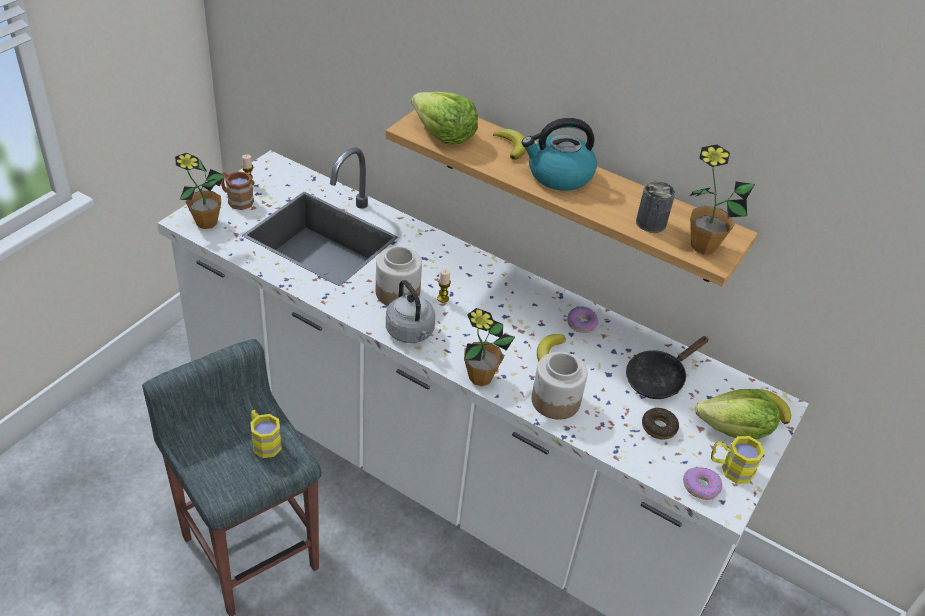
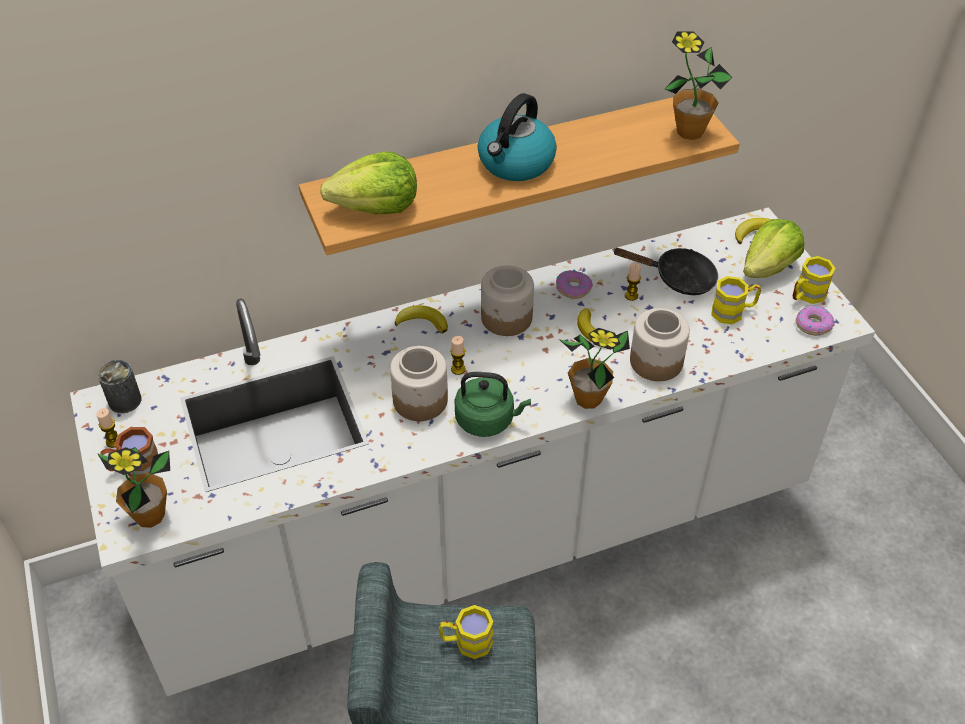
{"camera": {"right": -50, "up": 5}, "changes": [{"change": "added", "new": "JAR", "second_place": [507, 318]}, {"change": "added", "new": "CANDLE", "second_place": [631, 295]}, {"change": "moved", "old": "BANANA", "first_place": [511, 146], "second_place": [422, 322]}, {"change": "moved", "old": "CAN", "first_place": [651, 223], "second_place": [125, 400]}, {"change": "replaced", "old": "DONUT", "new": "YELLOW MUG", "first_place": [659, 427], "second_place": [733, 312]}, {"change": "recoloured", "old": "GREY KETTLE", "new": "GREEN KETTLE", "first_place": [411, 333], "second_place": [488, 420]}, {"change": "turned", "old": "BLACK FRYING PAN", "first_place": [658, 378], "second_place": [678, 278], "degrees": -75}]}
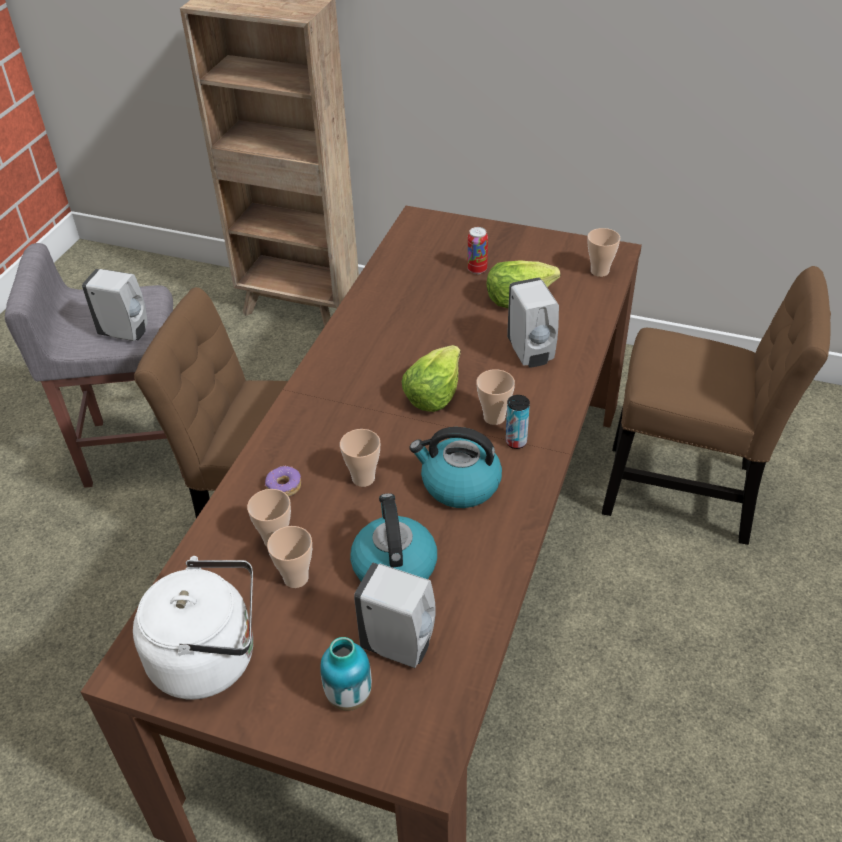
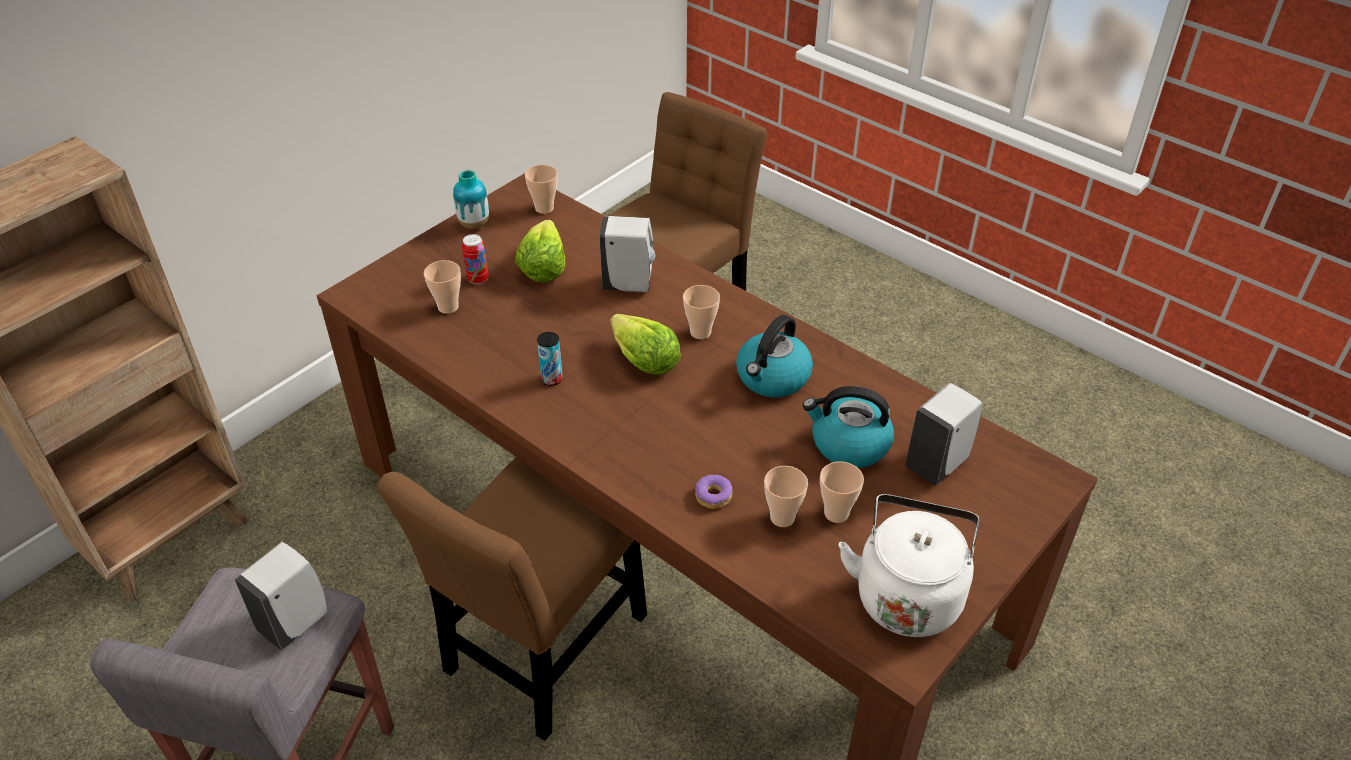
{"camera": {"right": -70, "up": 0}, "changes": [{"change": "moved", "old": "VASE", "first_place": [349, 696], "second_place": [474, 224]}, {"change": "moved", "old": "CUP", "first_place": [363, 478], "second_place": [448, 307]}, {"change": "moved", "old": "CAN", "first_place": [516, 442], "second_place": [552, 379]}]}
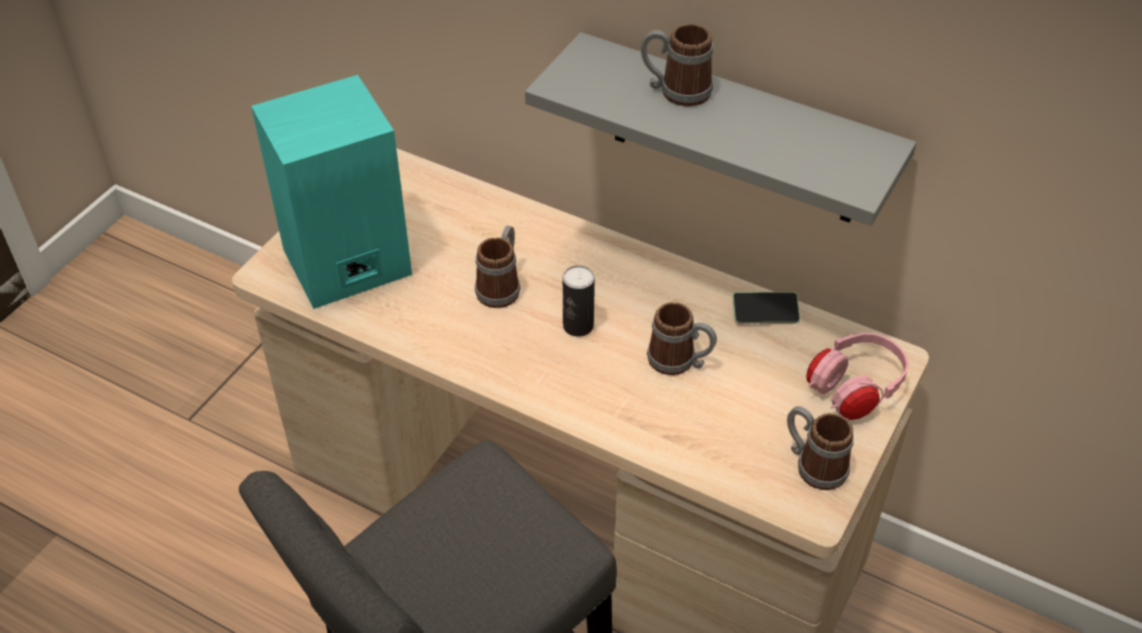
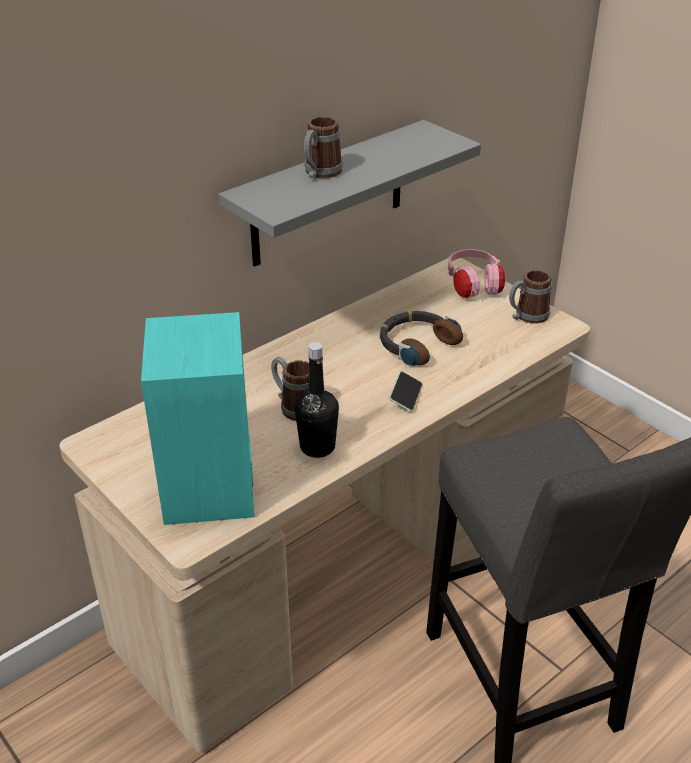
{"camera": {"right": -70, "up": -10}, "changes": [{"change": "removed", "old": "CAN", "first_place": [578, 325]}, {"change": "added", "new": "BLACK BOTTLE", "second_place": [317, 447]}, {"change": "moved", "old": "PHONE", "first_place": [765, 314], "second_place": [405, 397]}, {"change": "replaced", "old": "MUG", "new": "HEADPHONES", "first_place": [680, 361], "second_place": [416, 344]}]}
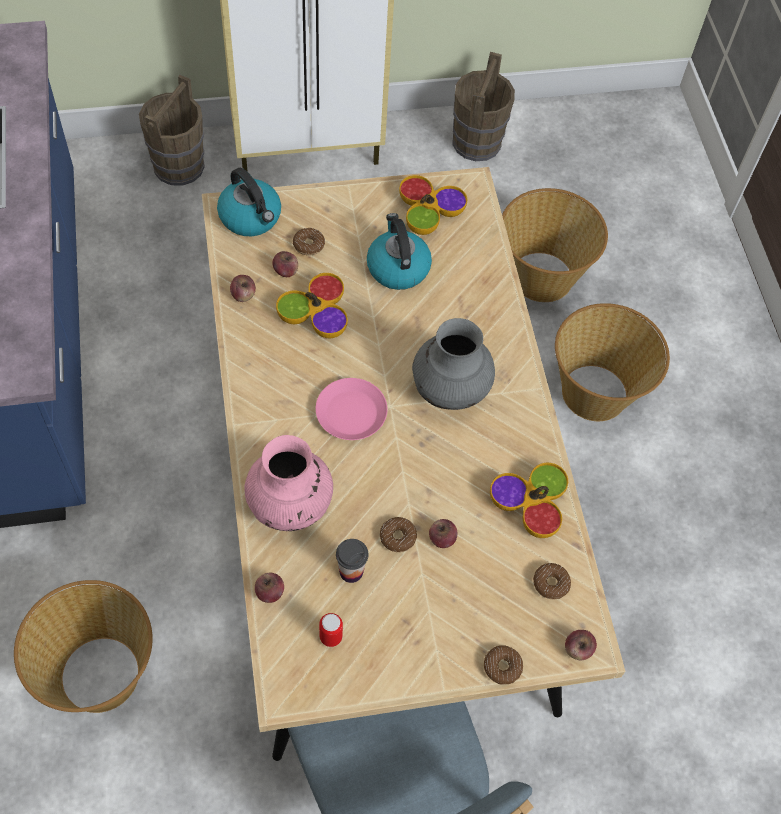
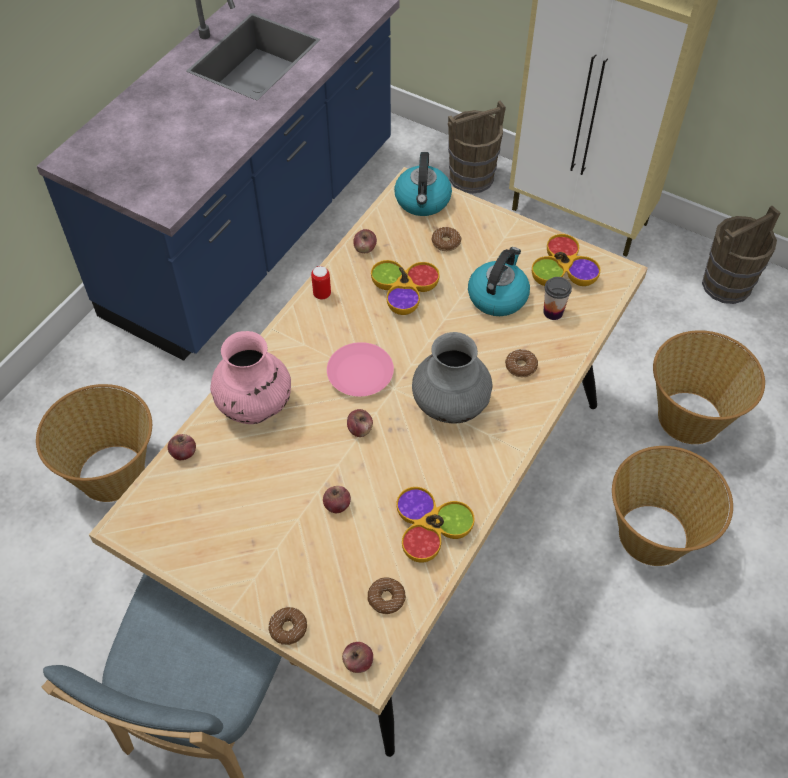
{"camera": {"right": 45, "up": -5}, "changes": [{"change": "moved", "old": "APPLE", "first_place": [285, 271], "second_place": [360, 429]}, {"change": "moved", "old": "CAN", "first_place": [330, 637], "second_place": [322, 294]}, {"change": "moved", "old": "CUP", "first_place": [351, 571], "second_place": [553, 312]}, {"change": "moved", "old": "DONUT", "first_place": [398, 537], "second_place": [521, 366]}]}
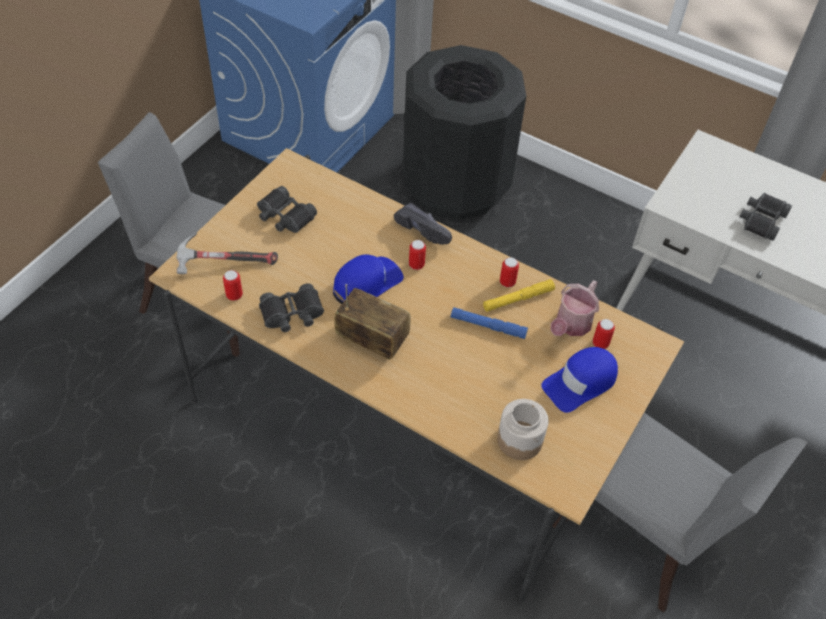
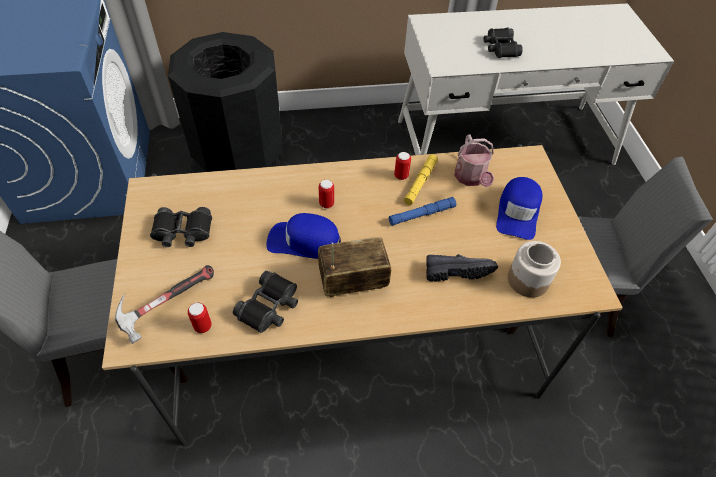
{"camera": {"right": -40, "up": 0}, "changes": [{"change": "removed", "old": "CAN", "first_place": [600, 343]}, {"change": "moved", "old": "BLACK SHOE", "first_place": [425, 229], "second_place": [456, 271]}, {"change": "turned", "old": "BLUE CAP", "first_place": [367, 283], "second_place": [303, 241], "degrees": -90}]}
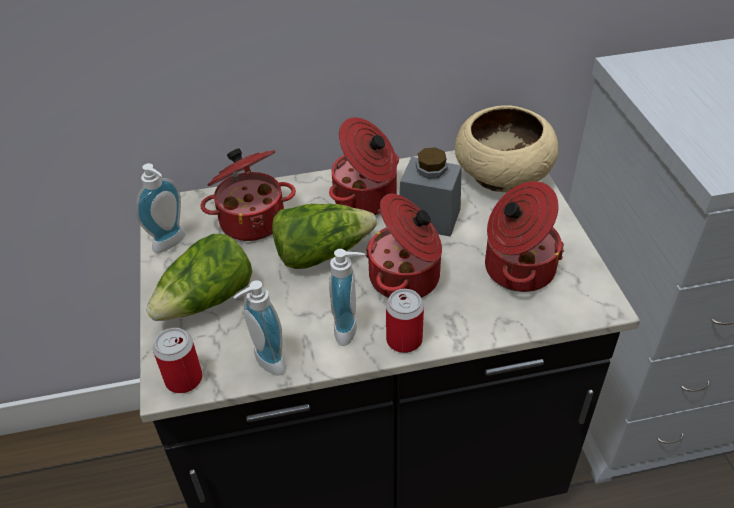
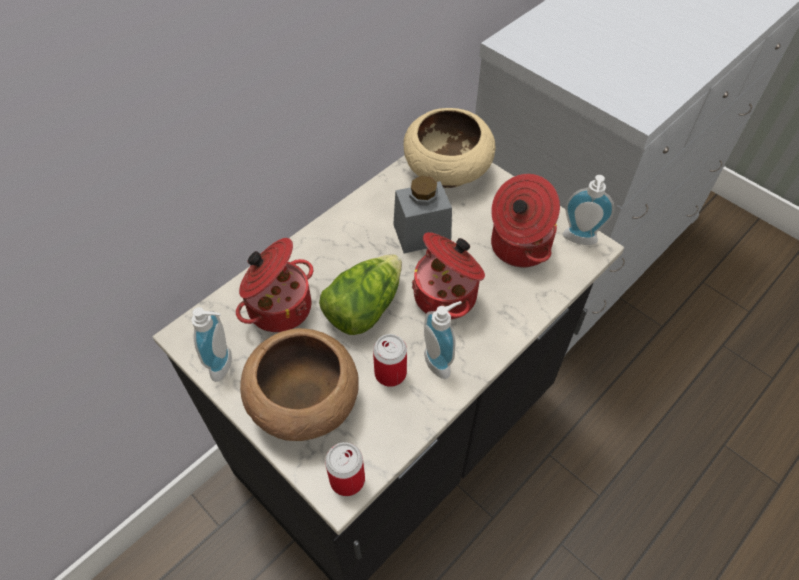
{"camera": {"right": -35, "up": 10}, "changes": [{"change": "removed", "old": "COOKING POT", "first_place": [366, 198]}, {"change": "moved", "old": "SOAP DISPENSER", "first_place": [265, 363], "second_place": [579, 241]}, {"change": "moved", "old": "CAN", "first_place": [404, 340], "second_place": [390, 373]}, {"change": "replaced", "old": "LETTUCE", "new": "BROWN BOWL", "first_place": [207, 301], "second_place": [305, 401]}]}
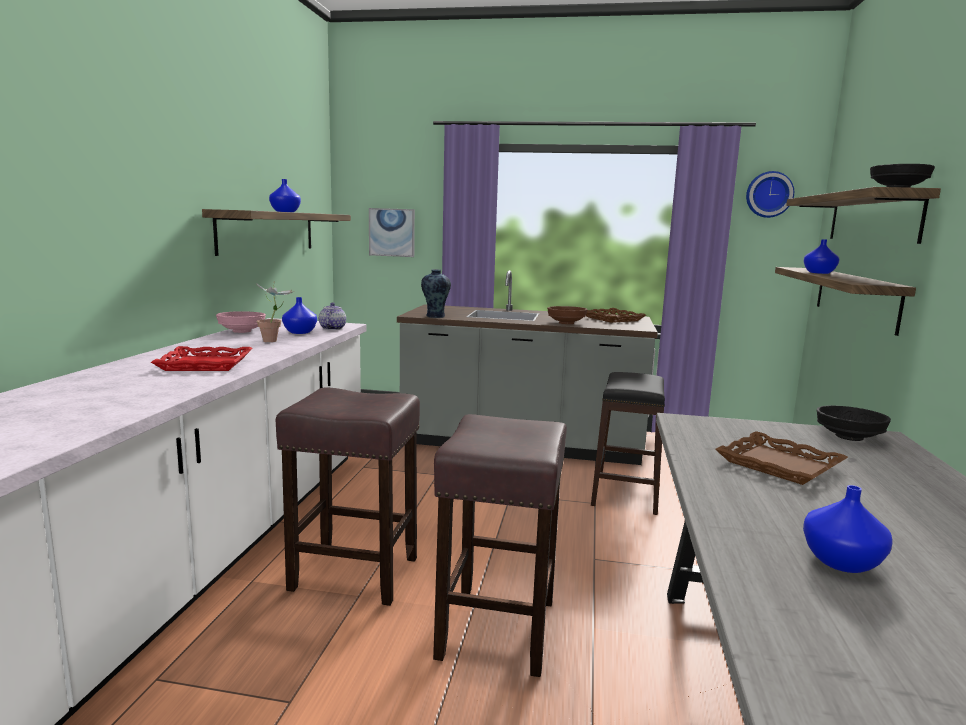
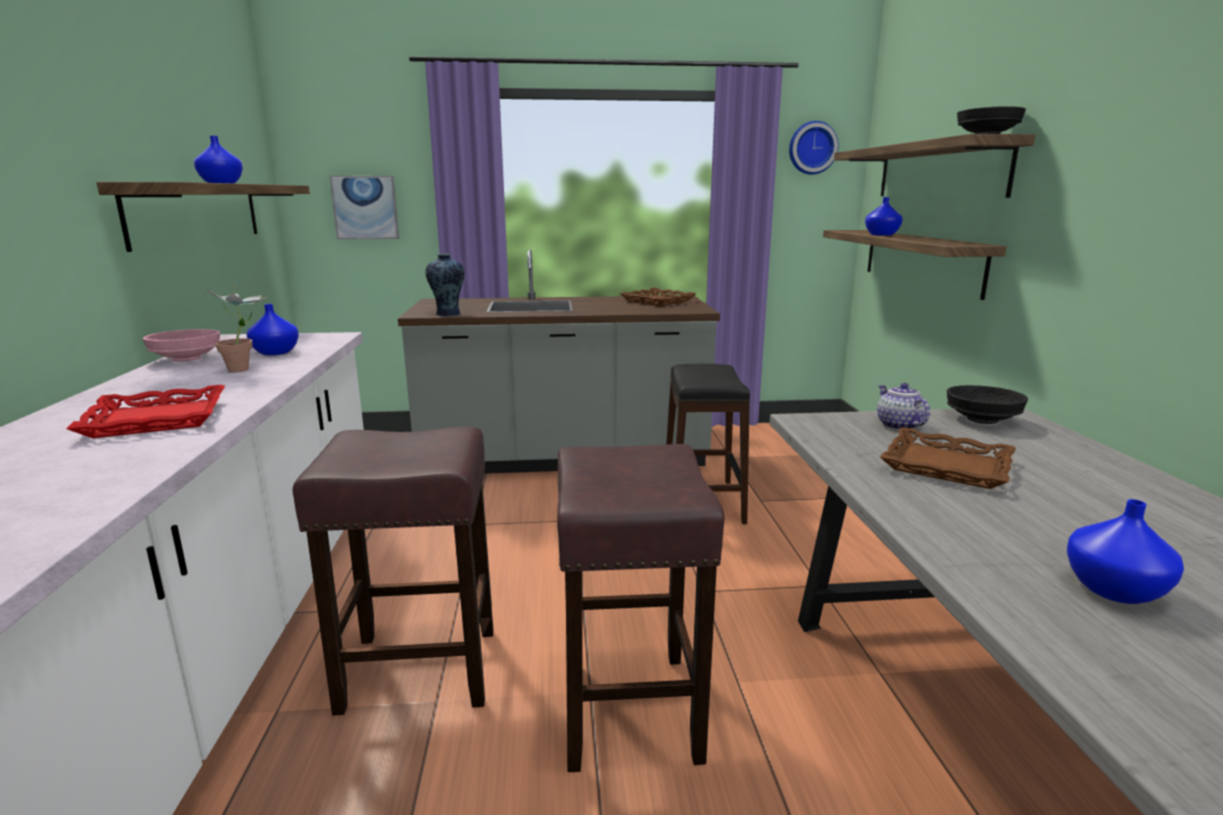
{"camera": {"right": -15, "up": 5}, "changes": [{"change": "removed", "old": "BROWN BOWL", "first_place": [567, 323]}, {"change": "moved", "old": "TEAPOT", "first_place": [332, 328], "second_place": [897, 425]}]}
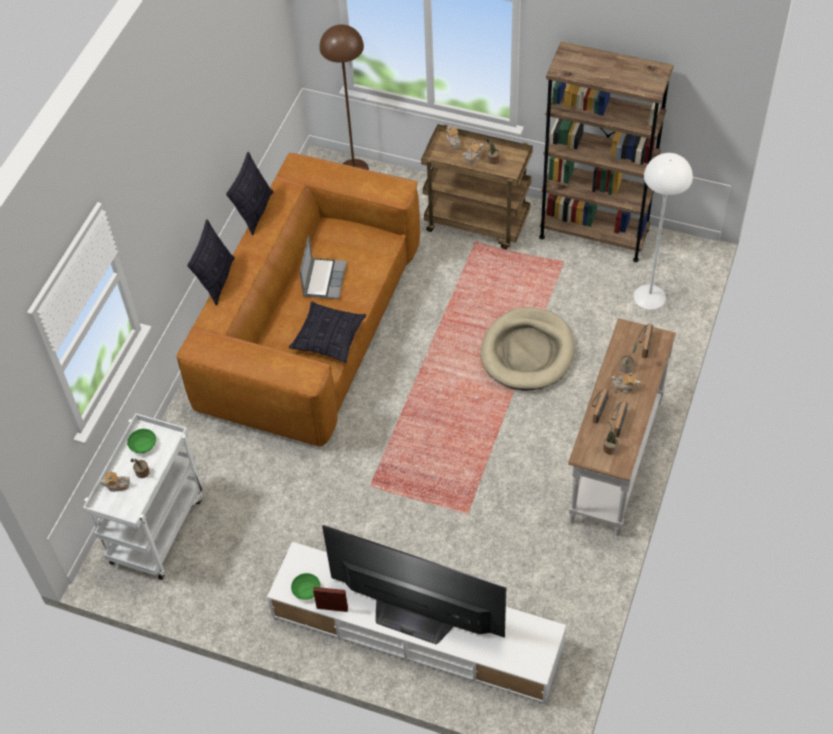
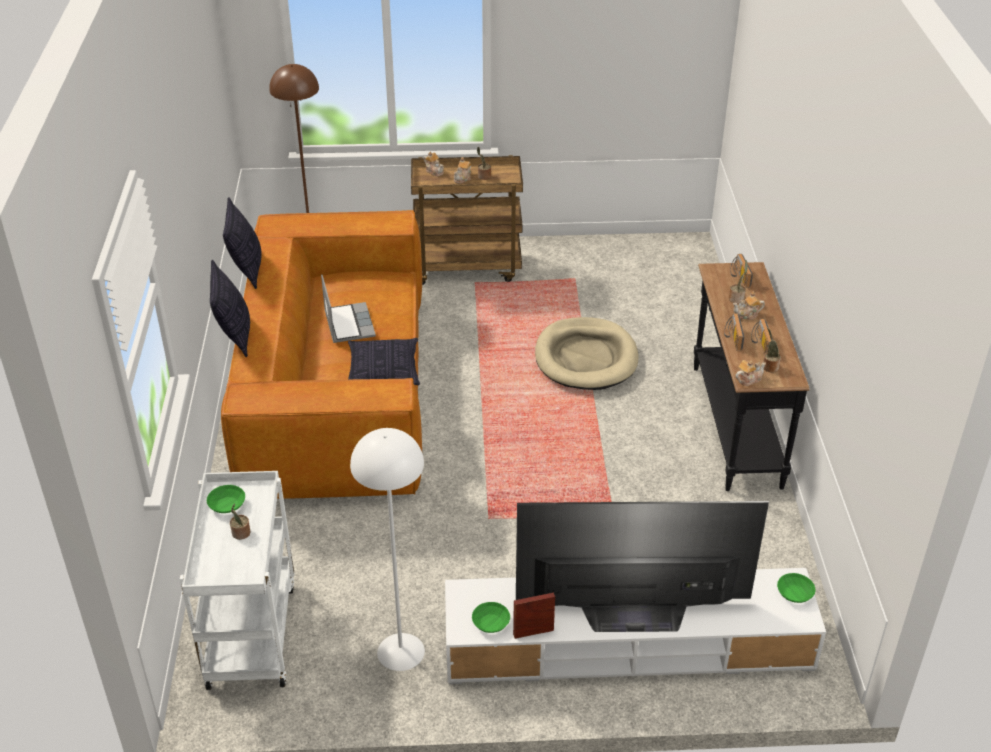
{"camera": {"right": -25, "up": -15}, "changes": [{"change": "removed", "old": "BROWN BOOKCASE", "first_place": [594, 234]}, {"change": "added", "new": "GREEN BOWL", "second_place": [794, 593]}, {"change": "moved", "old": "TEAPOT", "first_place": [117, 485], "second_place": [748, 379]}, {"change": "moved", "old": "WHITE FLOOR LAMP", "first_place": [649, 296], "second_place": [400, 651]}, {"change": "recoloured", "old": "WHITE CONSOLE TABLE", "new": "BLACK CONSOLE TABLE", "first_place": [614, 460], "second_place": [734, 425]}]}
